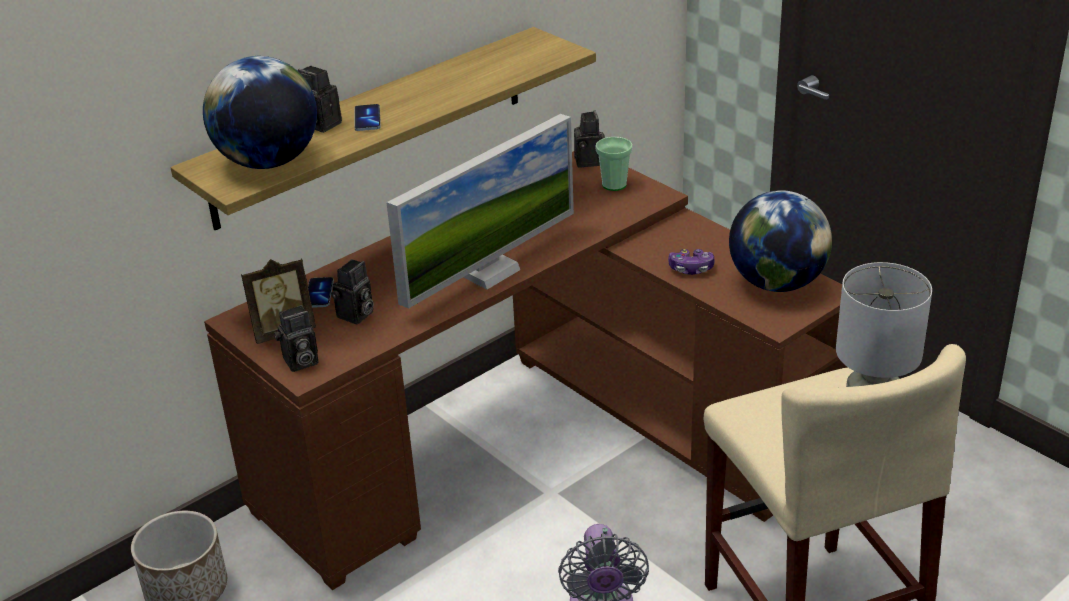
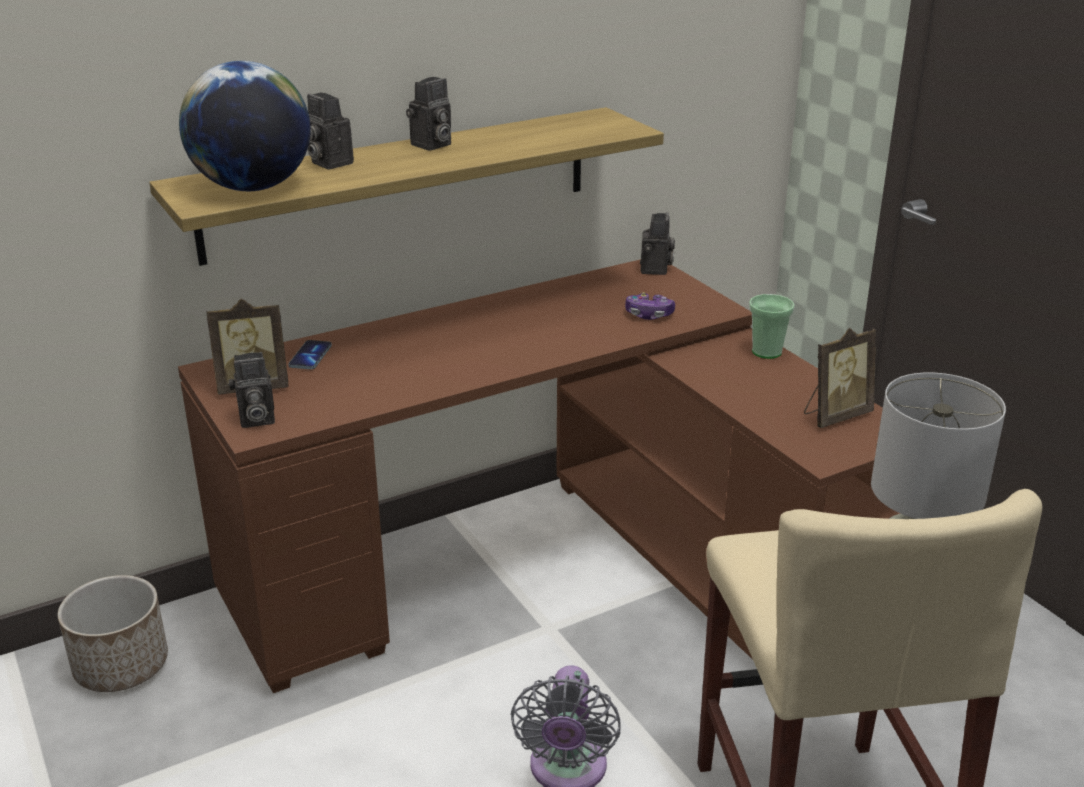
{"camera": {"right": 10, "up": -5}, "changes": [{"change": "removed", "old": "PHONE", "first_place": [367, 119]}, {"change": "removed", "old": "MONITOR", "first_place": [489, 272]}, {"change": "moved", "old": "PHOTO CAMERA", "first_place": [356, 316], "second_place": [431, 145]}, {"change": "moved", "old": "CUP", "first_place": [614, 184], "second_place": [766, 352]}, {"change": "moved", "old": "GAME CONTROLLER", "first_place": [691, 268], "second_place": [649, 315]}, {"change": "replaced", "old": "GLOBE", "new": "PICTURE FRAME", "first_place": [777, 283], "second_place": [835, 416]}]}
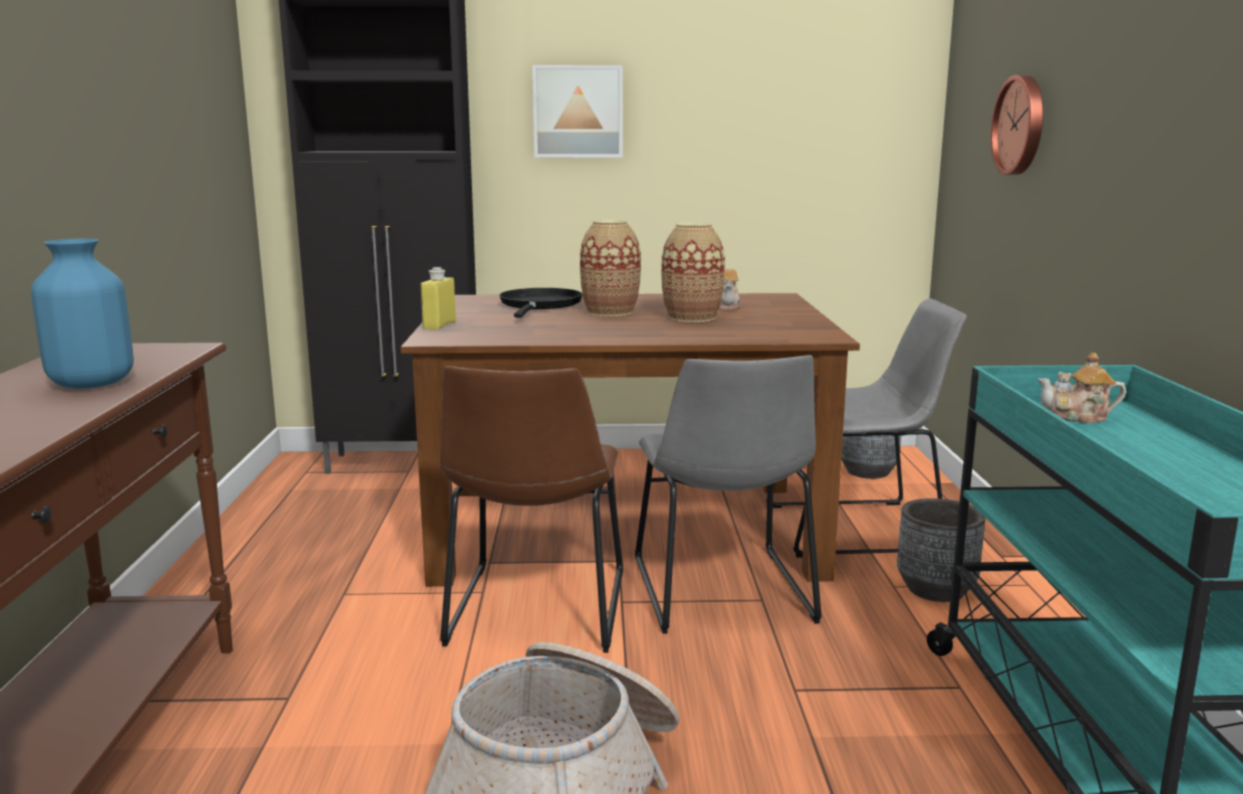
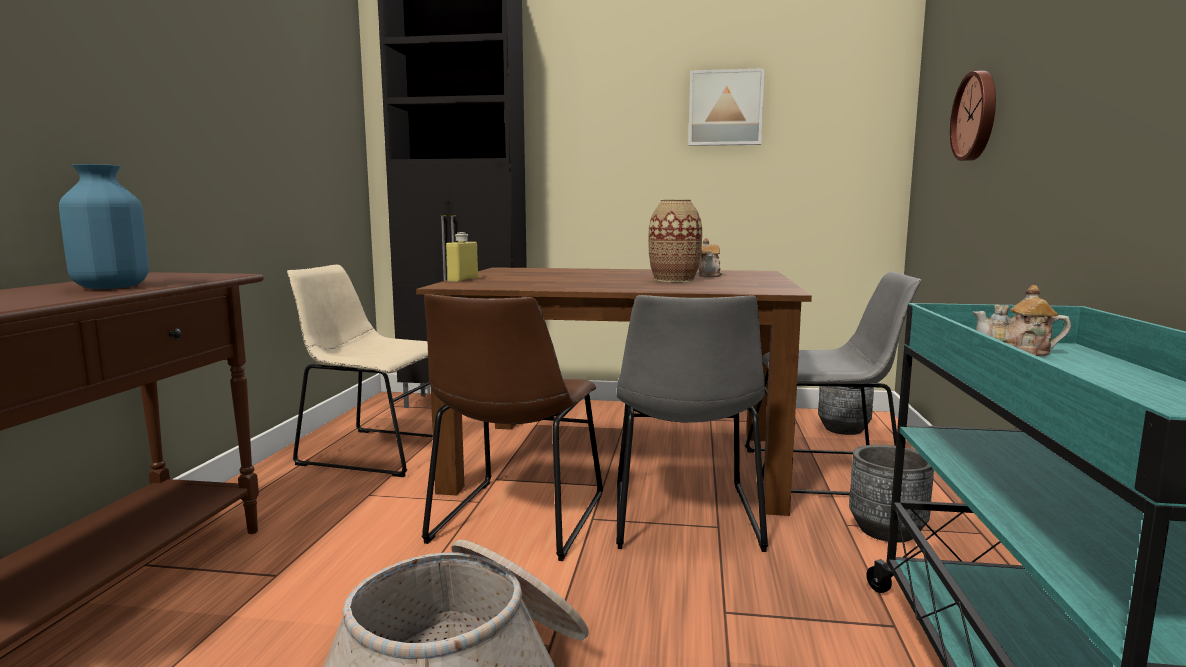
{"camera": {"right": 10, "up": -5}, "changes": [{"change": "removed", "old": "BLACK FRYING PAN", "first_place": [540, 305]}, {"change": "removed", "old": "VASE", "first_place": [610, 312]}, {"change": "added", "new": "BEIGE CHAIR", "second_place": [373, 451]}, {"change": "moved", "old": "PICTURE", "first_place": [578, 112], "second_place": [725, 108]}]}
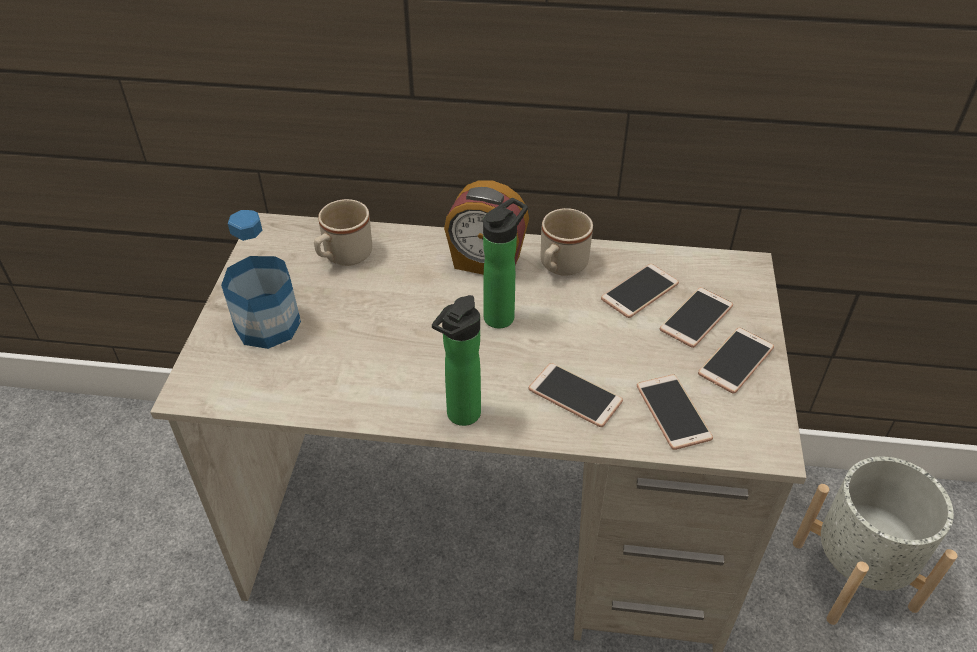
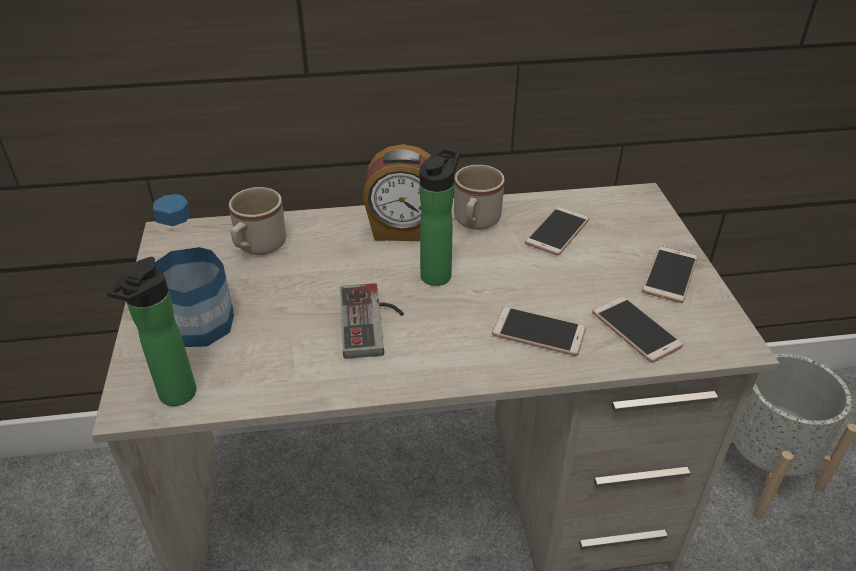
{"camera": {"right": -15, "up": -5}, "changes": [{"change": "removed", "old": "PHONE", "first_place": [696, 318]}, {"change": "added", "new": "GAME CONTROLLER", "second_place": [373, 322]}, {"change": "moved", "old": "BOTTLE", "first_place": [460, 417], "second_place": [174, 397]}]}
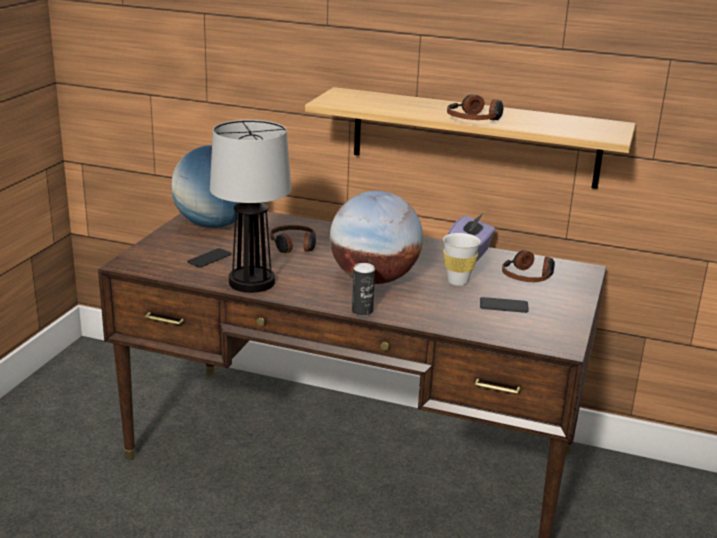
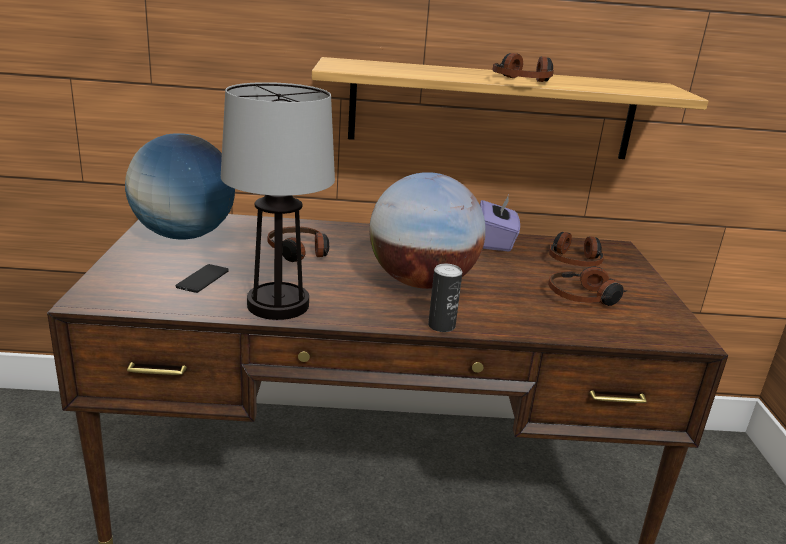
{"camera": {"right": -20, "up": 0}, "changes": [{"change": "removed", "old": "WHITE CUP", "first_place": [458, 282]}, {"change": "replaced", "old": "PHONE", "new": "HEADPHONES", "first_place": [503, 305], "second_place": [584, 297]}]}
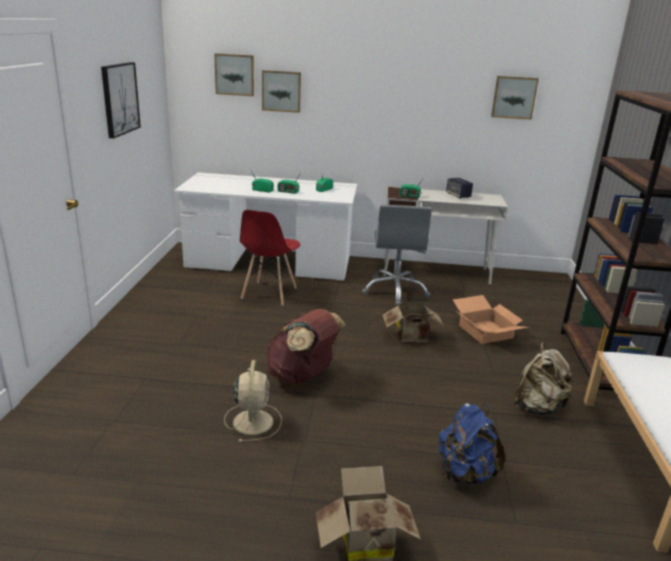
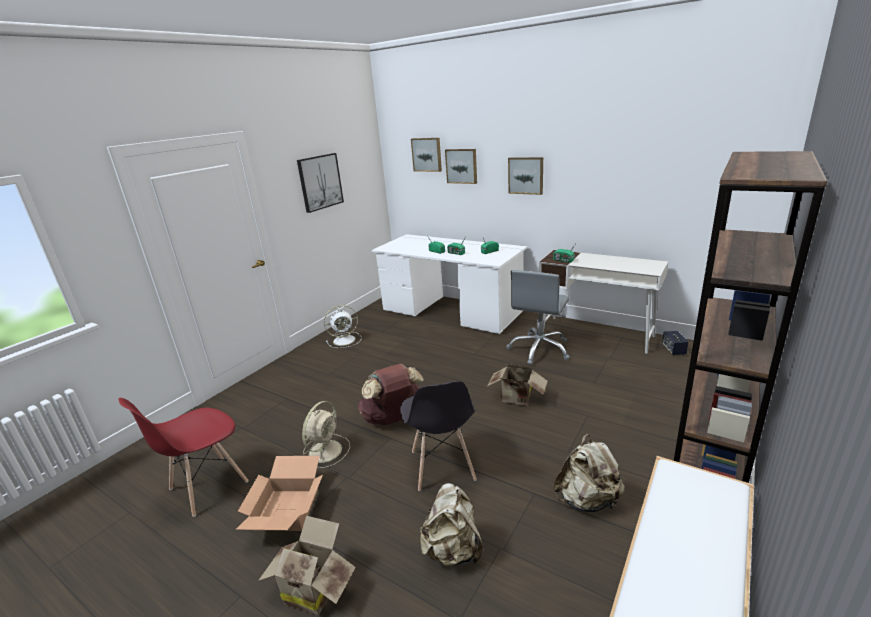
{"camera": {"right": 30, "up": 0}, "changes": [{"change": "added", "new": "WHITE FAN", "second_place": [345, 340]}, {"change": "added", "new": "GREY CHAIR", "second_place": [442, 466]}, {"change": "moved", "old": "RED CHAIR", "first_place": [269, 293], "second_place": [207, 486]}, {"change": "moved", "old": "SPEAKER", "first_place": [458, 195], "second_place": [673, 350]}, {"change": "moved", "old": "CARDBOARD BOX", "first_place": [487, 332], "second_place": [287, 510]}, {"change": "moved", "old": "PICTURE", "first_place": [514, 97], "second_place": [526, 175]}, {"change": "recoloured", "old": "BLUE BACKPACK", "new": "BEIGE BACKPACK", "first_place": [464, 473], "second_place": [453, 550]}]}
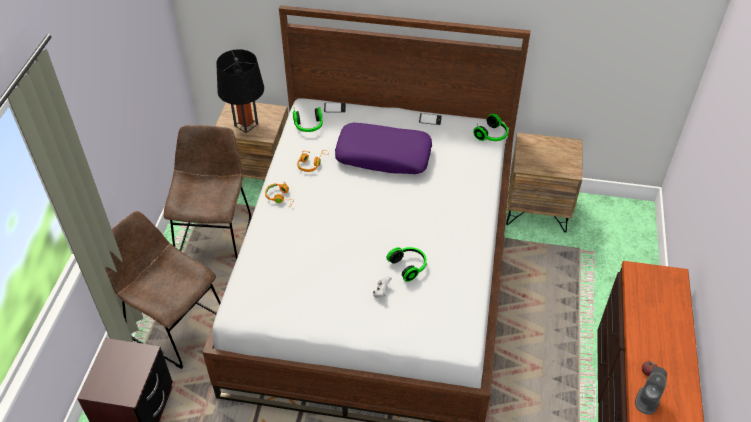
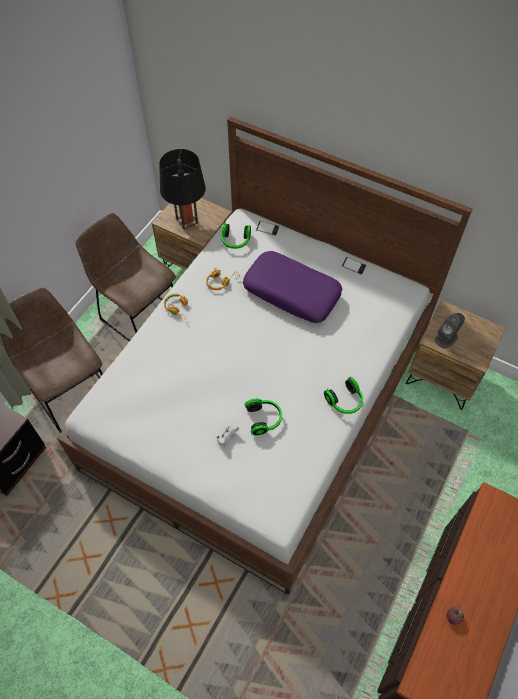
{"camera": {"right": 20, "up": 10}, "changes": [{"change": "moved", "old": "HEADPHONES", "first_place": [492, 135], "second_place": [345, 401]}, {"change": "moved", "old": "GREY SPEAKER", "first_place": [647, 399], "second_place": [446, 338]}, {"change": "turned", "old": "BROWN CHAIR", "first_place": [215, 236], "second_place": [138, 314], "degrees": -75}]}
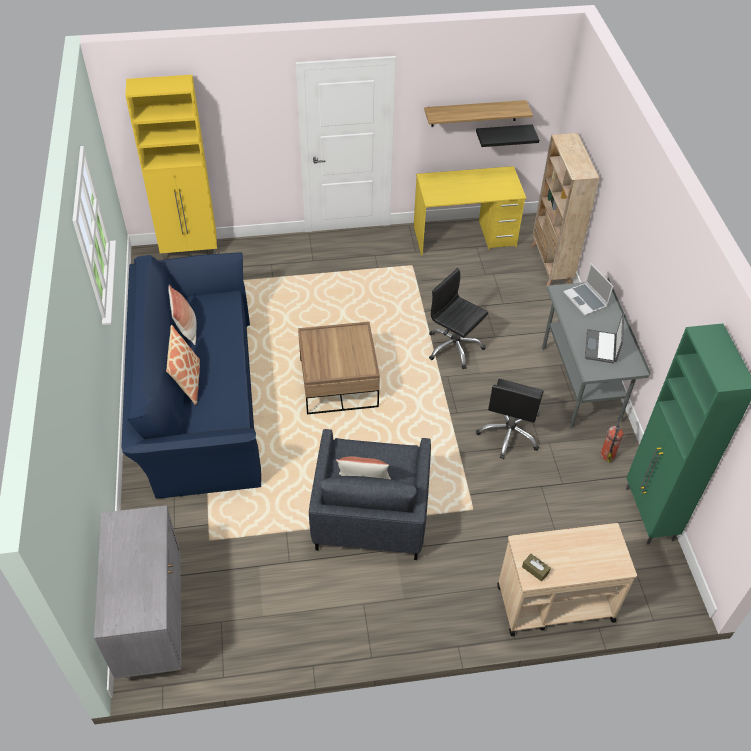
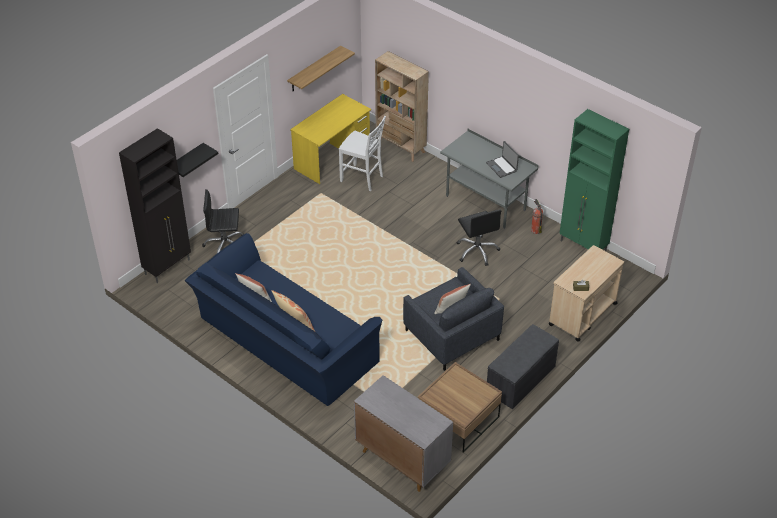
{"camera": {"right": -40, "up": -5}, "changes": [{"change": "removed", "old": "LAPTOP", "first_place": [586, 300]}, {"change": "added", "new": "WHITE CHAIR", "second_place": [362, 179]}, {"change": "added", "new": "GREY BENCH", "second_place": [521, 380]}, {"change": "moved", "old": "BROWN COFFEE TABLE", "first_place": [338, 383], "second_place": [458, 419]}, {"change": "moved", "old": "BLACK OFFICE CHAIR", "first_place": [454, 347], "second_place": [225, 245]}, {"change": "moved", "old": "BLACK SHELF", "first_place": [503, 135], "second_place": [186, 161]}, {"change": "recoloured", "old": "YELLOW CABINET", "new": "BLACK CABINET", "first_place": [191, 252], "second_place": [168, 266]}]}
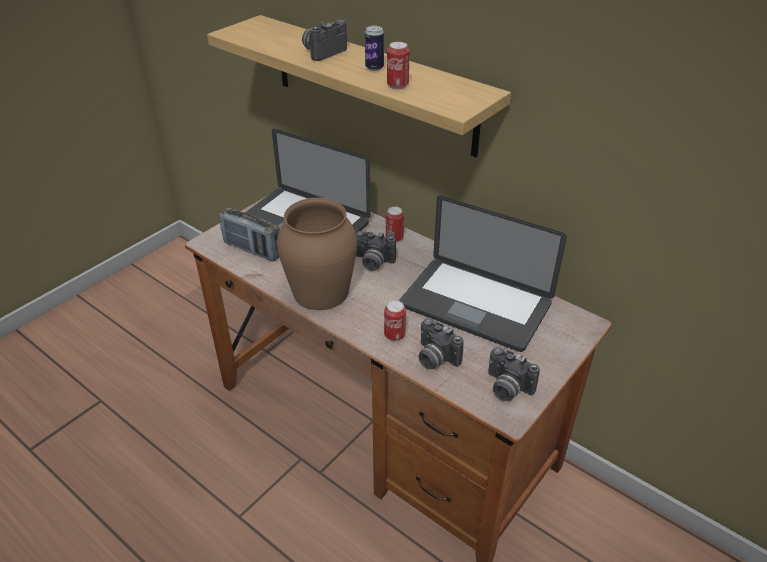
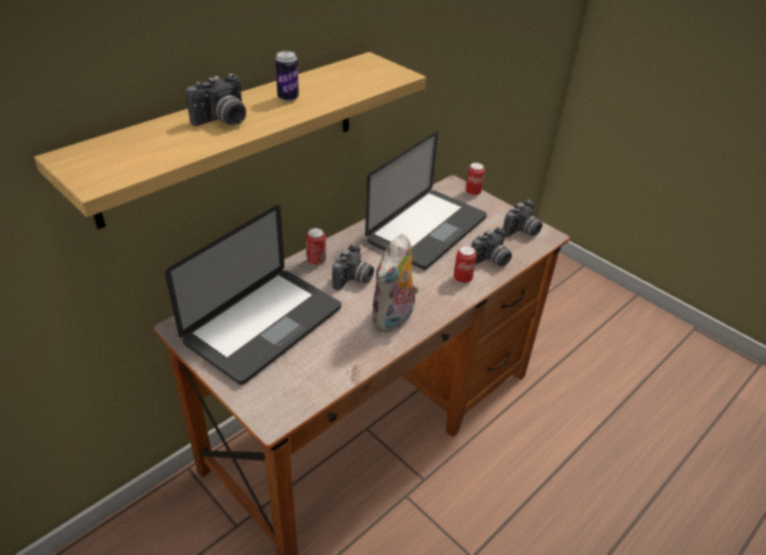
{"camera": {"right": -85, "up": 0}, "changes": [{"change": "removed", "old": "RADIO", "first_place": [252, 250]}, {"change": "moved", "old": "CAN", "first_place": [397, 86], "second_place": [473, 192]}, {"change": "replaced", "old": "BROWN VASE", "new": "PLUSH TOY", "first_place": [321, 291], "second_place": [394, 319]}, {"change": "turned", "old": "PHOTO CAMERA", "first_place": [322, 52], "second_place": [223, 121], "degrees": -90}]}
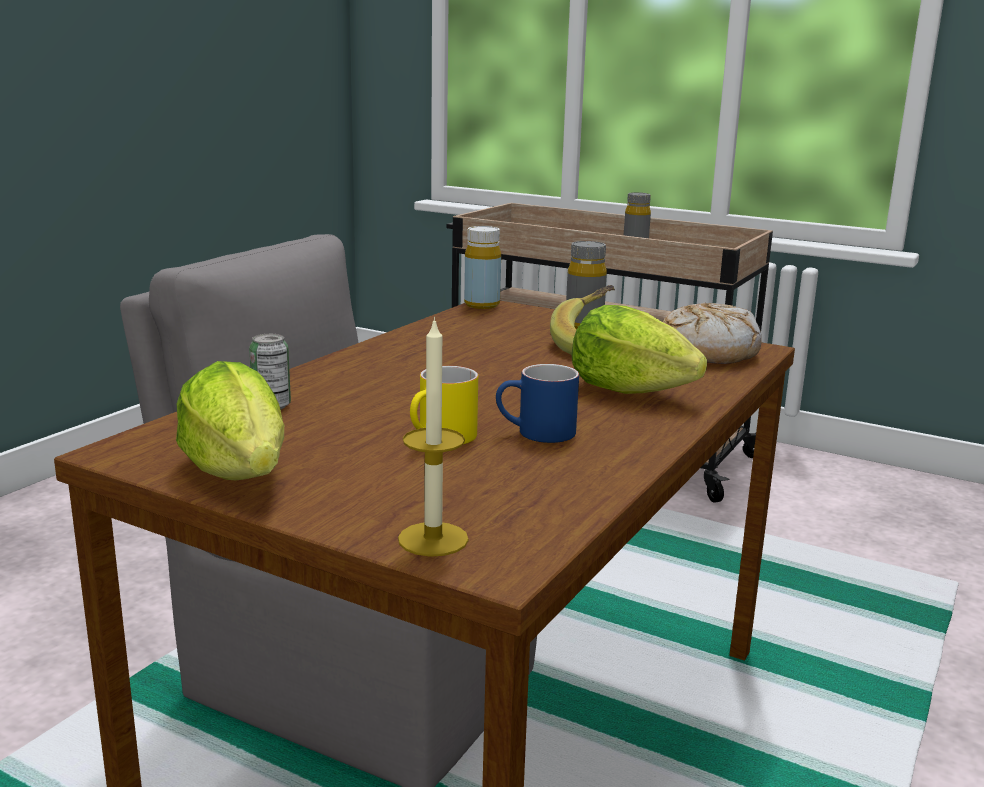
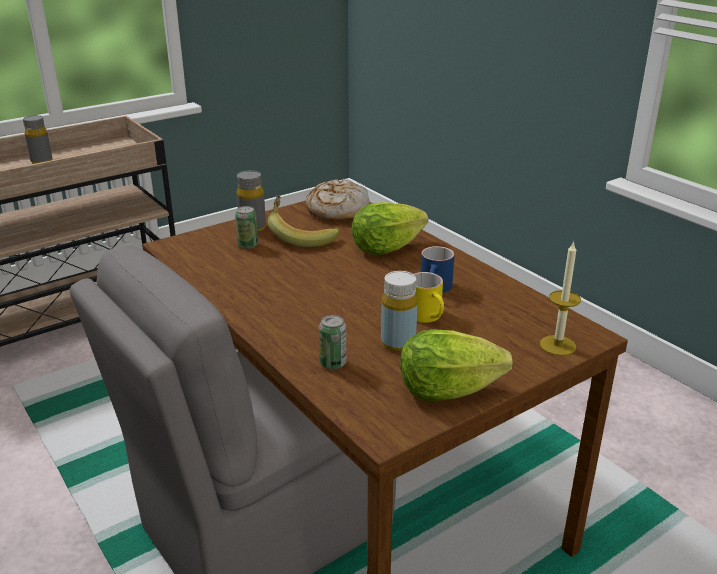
{"camera": {"right": -65, "up": 10}, "changes": [{"change": "added", "new": "CAN", "second_place": [248, 245]}, {"change": "moved", "old": "YELLOW BOTTLE", "first_place": [482, 305], "second_place": [398, 343]}]}
